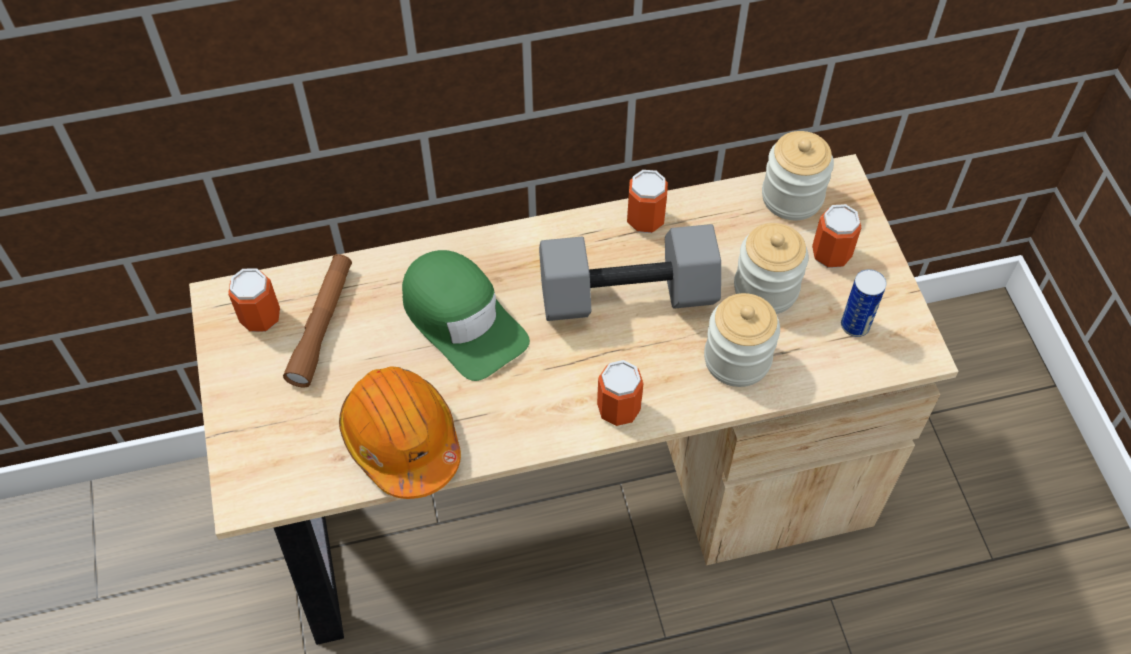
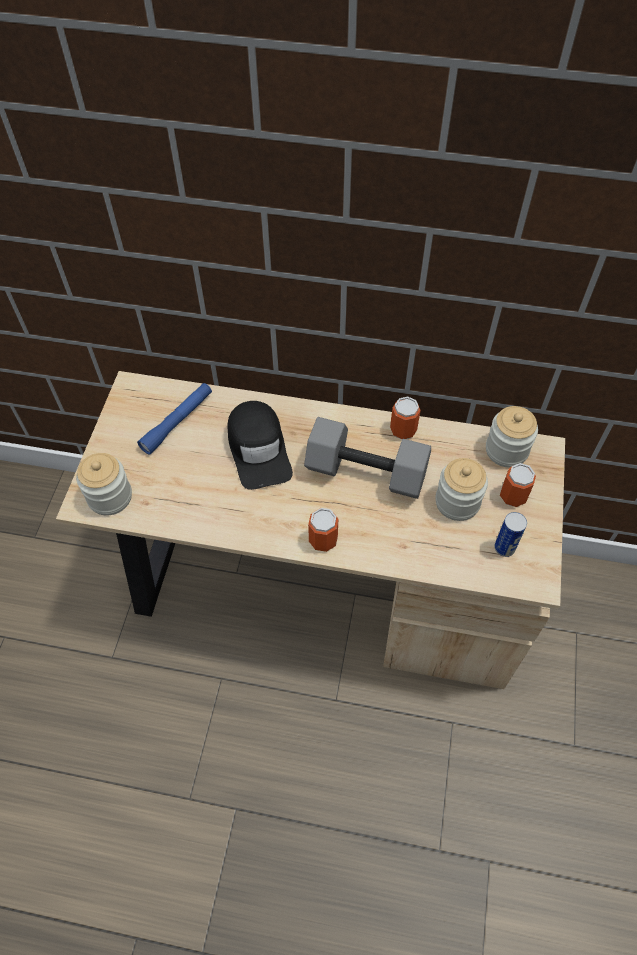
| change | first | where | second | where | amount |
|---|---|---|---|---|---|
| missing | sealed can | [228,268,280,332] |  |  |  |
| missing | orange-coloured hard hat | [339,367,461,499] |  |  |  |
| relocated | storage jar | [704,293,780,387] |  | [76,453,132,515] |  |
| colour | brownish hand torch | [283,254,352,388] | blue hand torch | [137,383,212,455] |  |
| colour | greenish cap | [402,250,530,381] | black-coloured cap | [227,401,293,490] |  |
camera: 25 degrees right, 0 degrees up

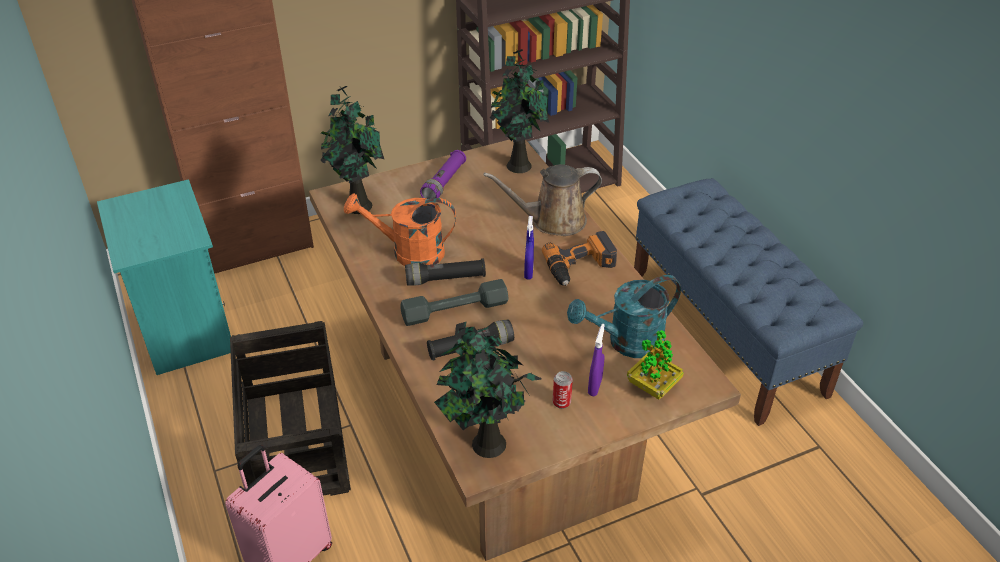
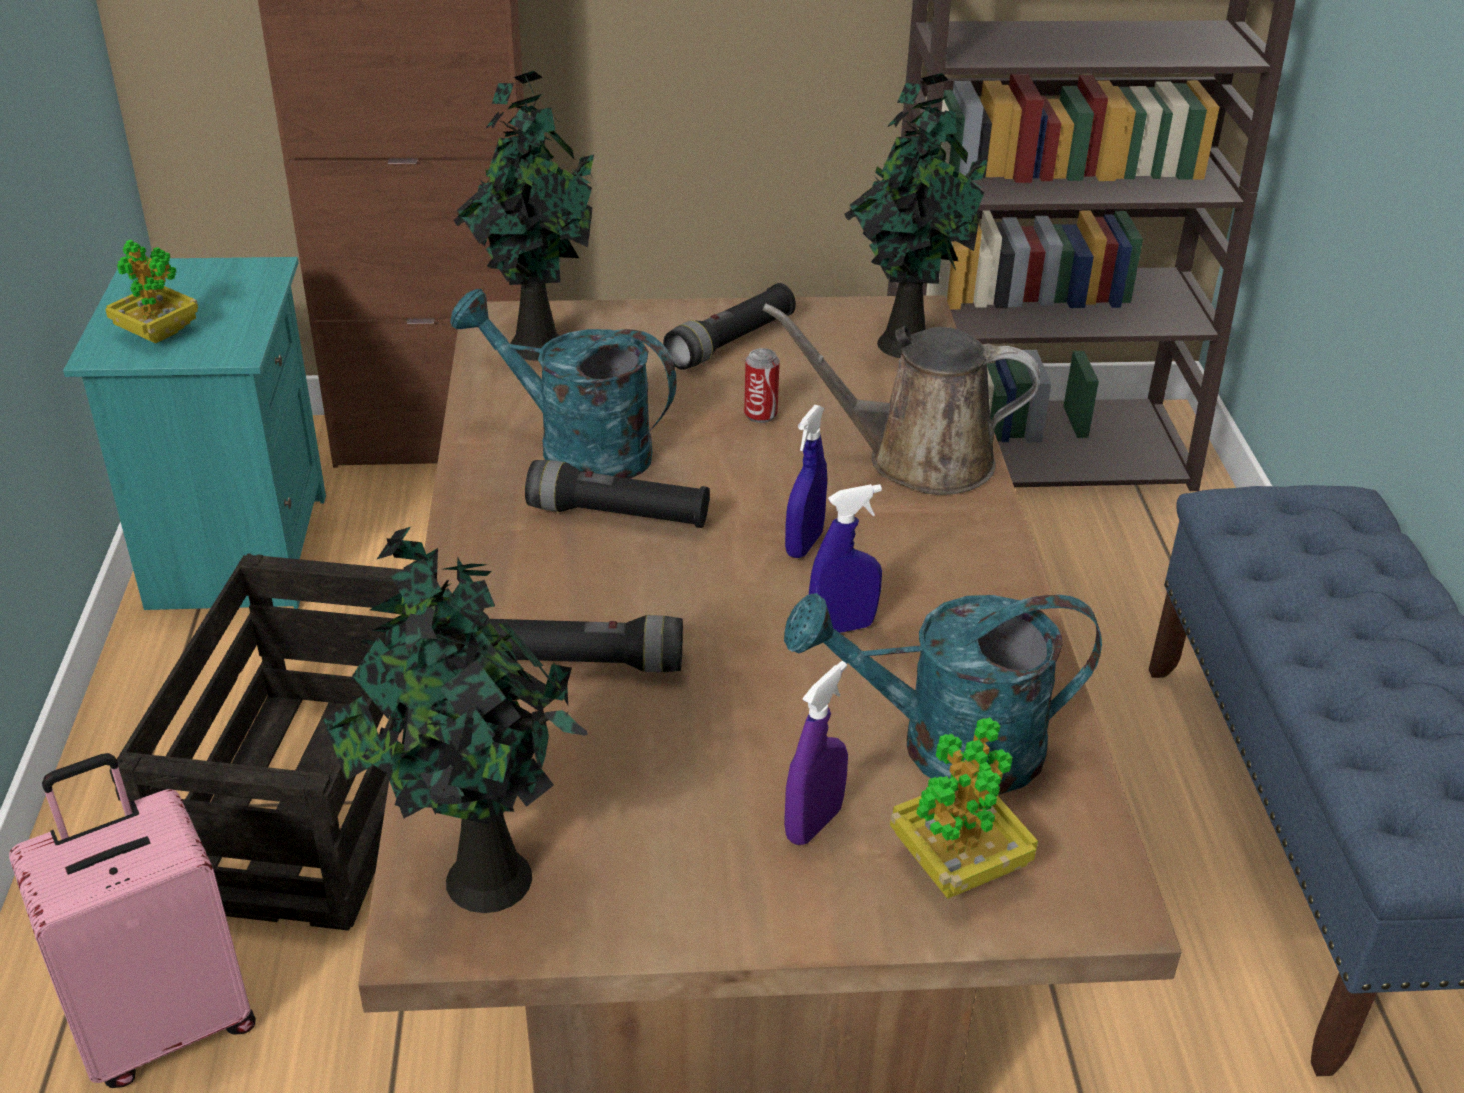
| change | first | where | second | where | amount |
|---|---|---|---|---|---|
| missing | grey free weight | [400,279,509,326] |  |  |  |
| missing | electric drill | [542,231,617,286] |  |  |  |
| appeared |  |  | houseplant | [105,240,198,343] |  |
| appeared |  |  | blue hand sprayer | [809,484,882,633] |  |
| relocated | sealed can | [553,371,573,409] |  | [744,348,780,423] |  |
| colour | orange-coloured watering pot | [344,193,456,266] | turquoise-coloured watering pot | [450,289,677,479] |  |
| colour | purple-coloured hand torch | [420,150,466,199] | black-coloured hand torch | [663,283,796,370] |  |
camera: 20 degrees right, 5 degrees down

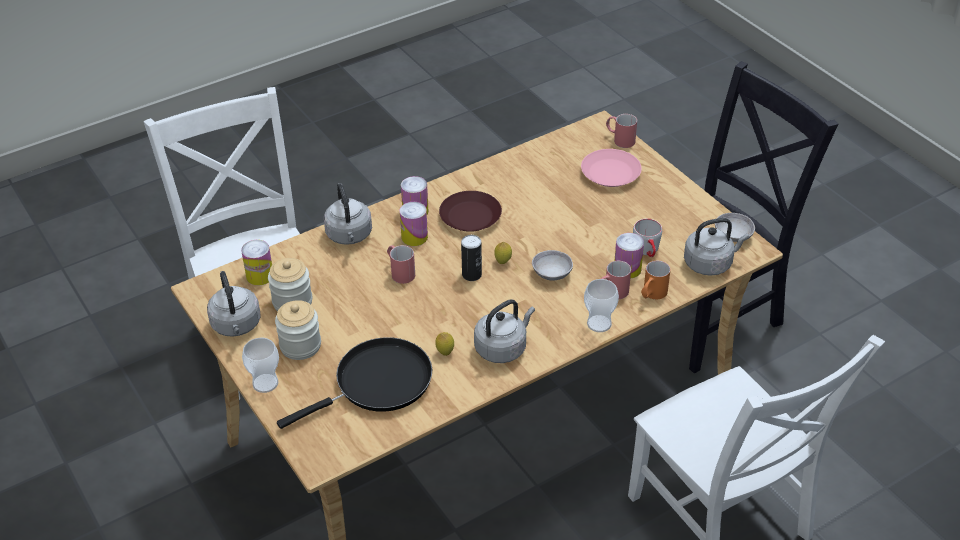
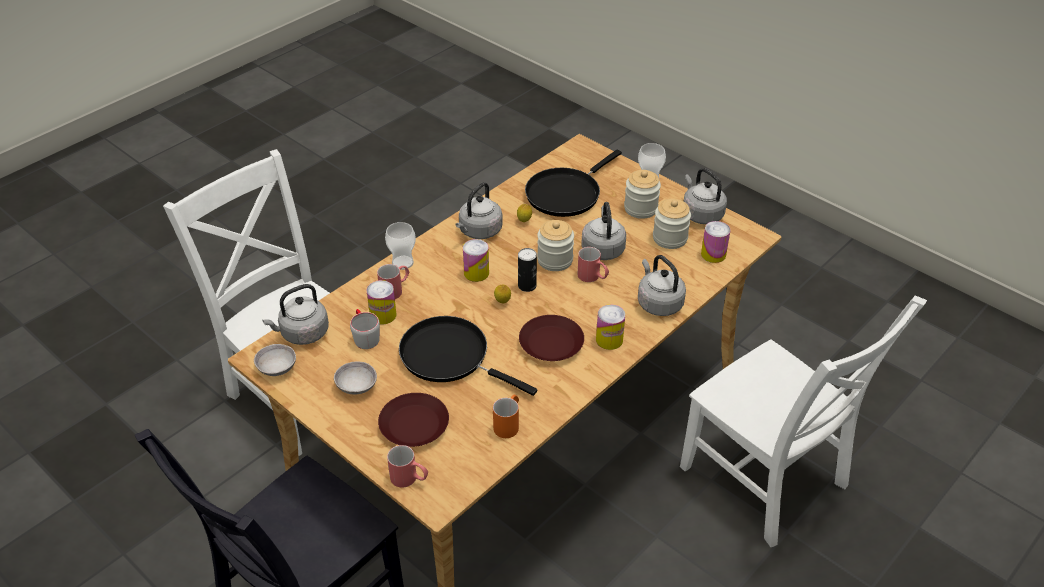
| change | first | where | second | where | amount |
|---|---|---|---|---|---|
| appeared |  |  | black-coloured pan | [399,316,537,396] |  |
| appeared |  |  | storage jar | [537,220,574,271] |  |
| appeared |  |  | grey water kettle | [581,202,626,260] |  |
| relocated | sealed can | [400,202,428,246] |  | [463,239,489,282] |  |
| relocated | grey deep dish | [532,250,573,281] |  | [334,361,377,394] |  |
| relocated | orange-coloured mug | [641,261,670,299] |  | [493,395,519,438] |  |
| colour | pink-coloured dinner plate | [581,149,642,187] | brownish dinner plate | [378,393,449,447] |  |
camera: 165 degrees right, 0 degrees up

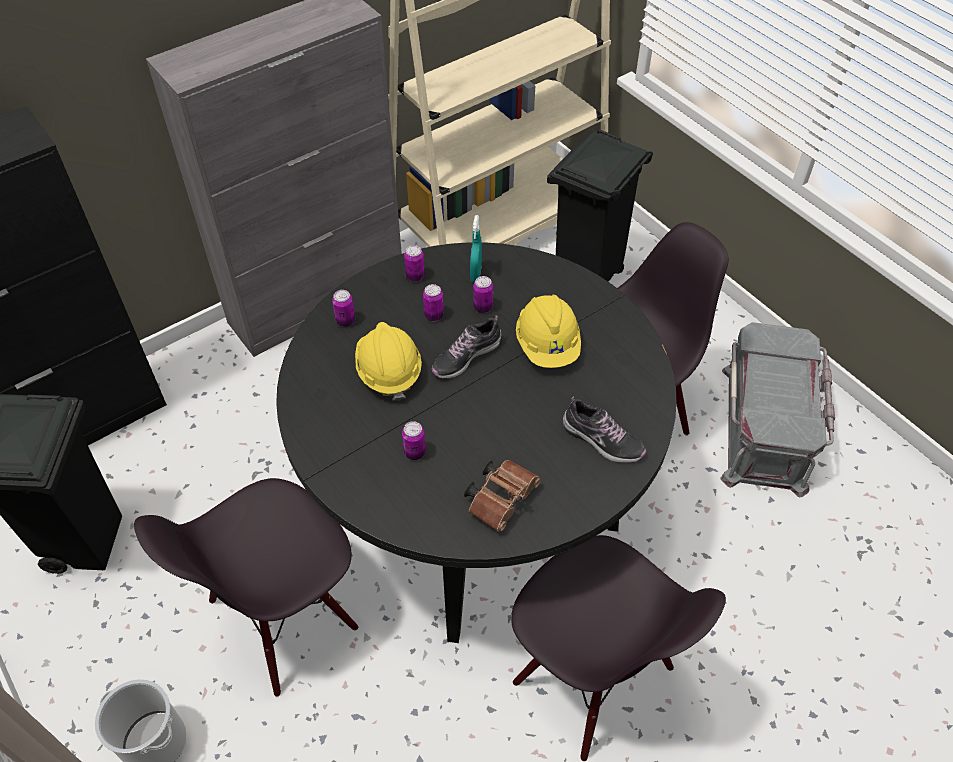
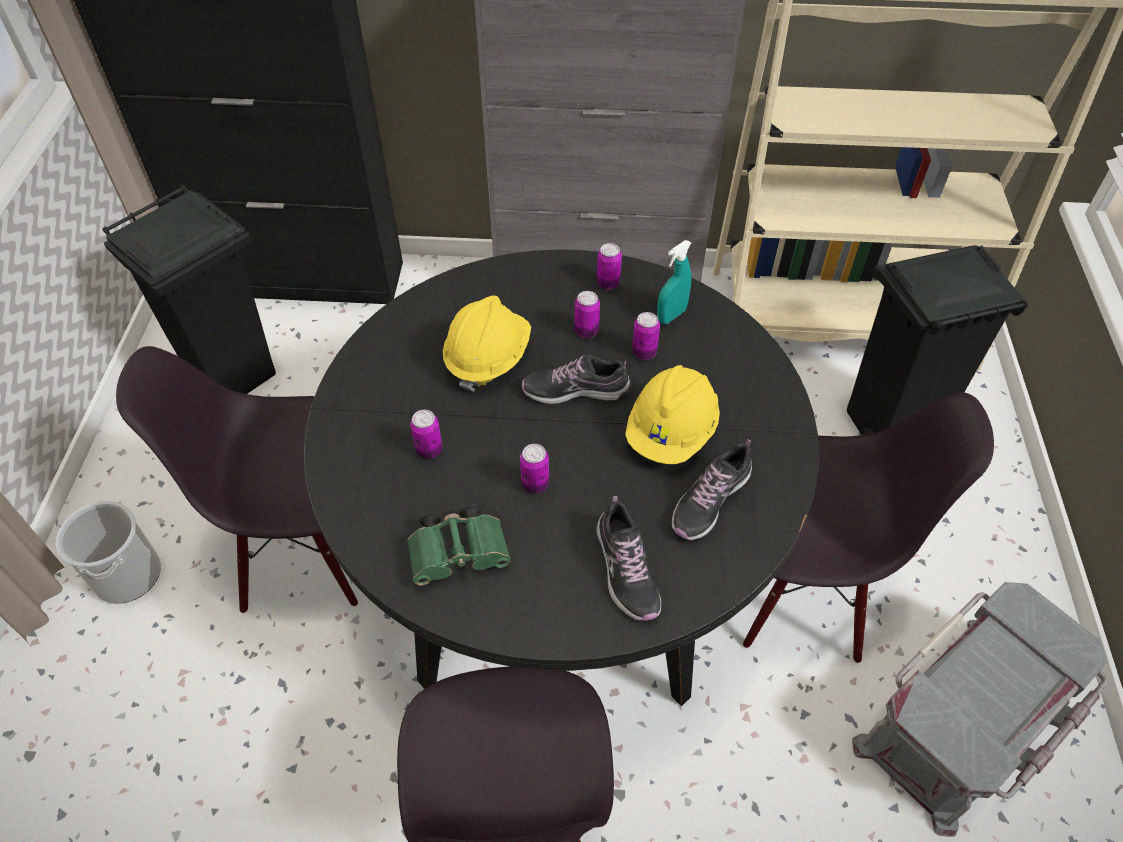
| change | first | where | second | where | amount |
|---|---|---|---|---|---|
| appeared |  |  | low shoe | [672,439,752,540] |  |
| relocated | sealed can | [332,290,355,327] |  | [520,444,549,494] |  |
| colour | brownish binoculars | [464,460,541,532] | greenish binoculars | [408,504,511,586] |  |
camera: 40 degrees right, 0 degrees up

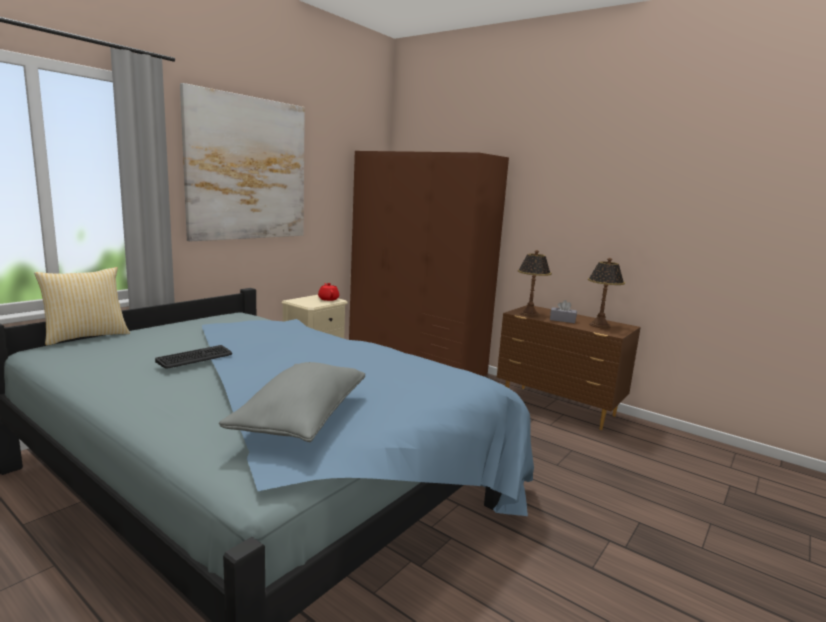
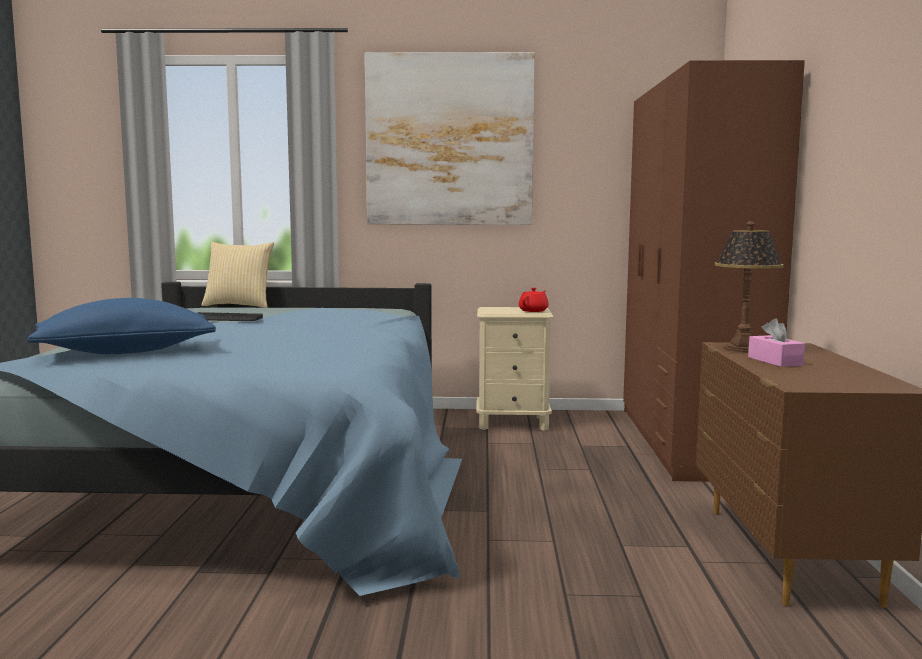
| change | first | where | second | where | amount |
|---|---|---|---|---|---|
| missing | lamp for a table | [588,258,625,329] |  |  |  |
| colour | grey pillow | [219,362,365,442] | blue pillow | [28,298,216,354] |  |
| colour | grey tissue holder | [550,300,577,323] | pink-coloured tissue holder | [748,318,805,367] |  |
camera: 55 degrees right, 5 degrees down

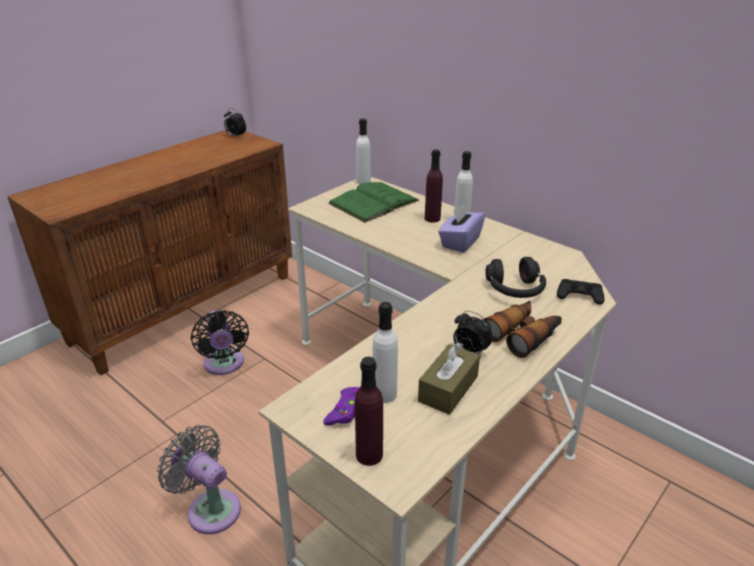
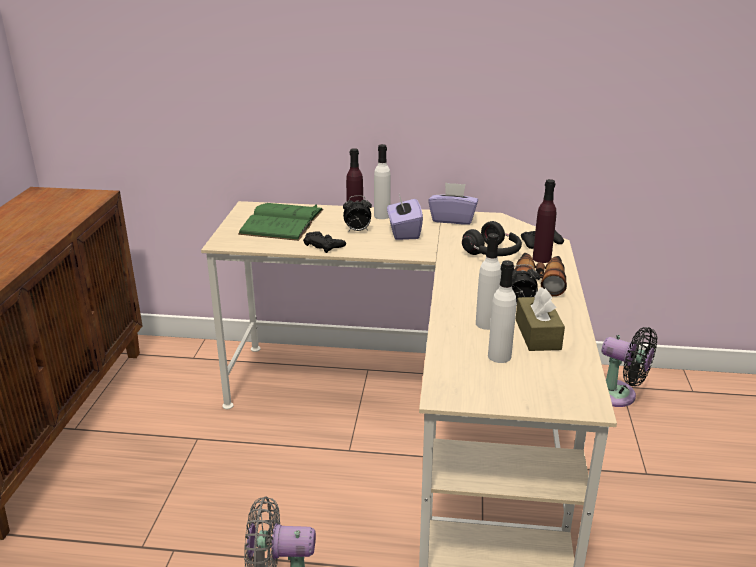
| change | first | where | second | where | amount |
|---|---|---|---|---|---|
| missing | purple-coloured game controller | [323,387,359,426] |  |  |  |
| appeared |  |  | black-coloured game controller | [303,231,346,253] |  |
| appeared |  |  | purple-coloured tissue holder | [428,182,478,225] |  |
| relocated | black-coloured cooling fan | [191,310,249,375] |  | [602,327,657,407] |  |
| relocated | bedside clock | [224,108,246,137] |  | [343,195,372,232] |  |
| relocated | purple-coloured bottle | [355,357,383,466] |  | [533,179,556,263] |  |
| relocated | white bottle | [356,119,371,184] |  | [476,233,501,330] |  |
camera: 35 degrees left, 5 degrees down

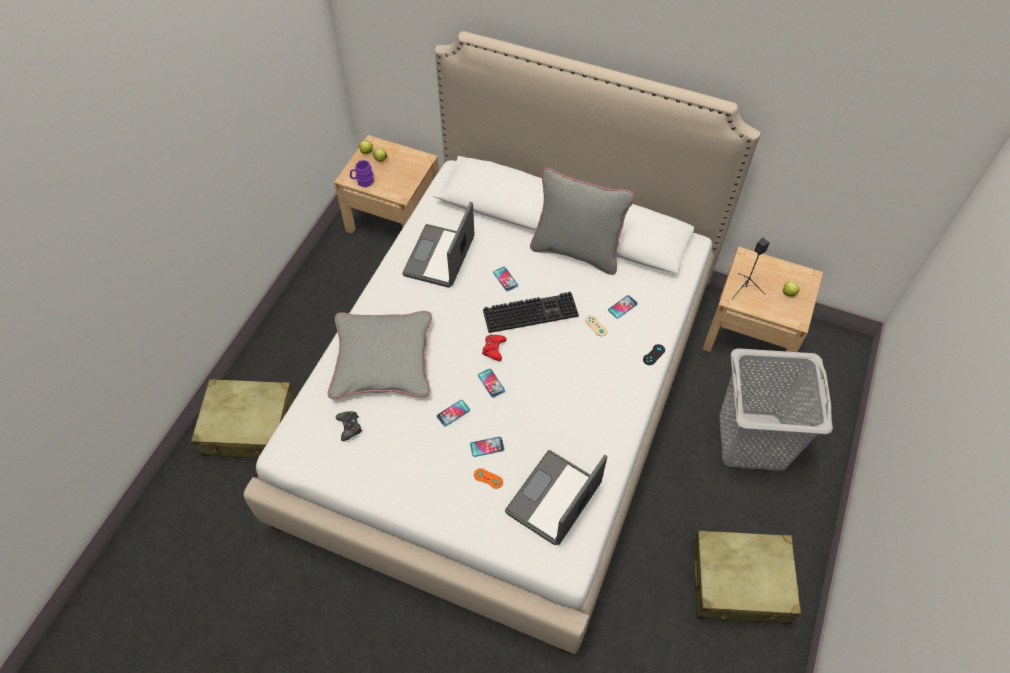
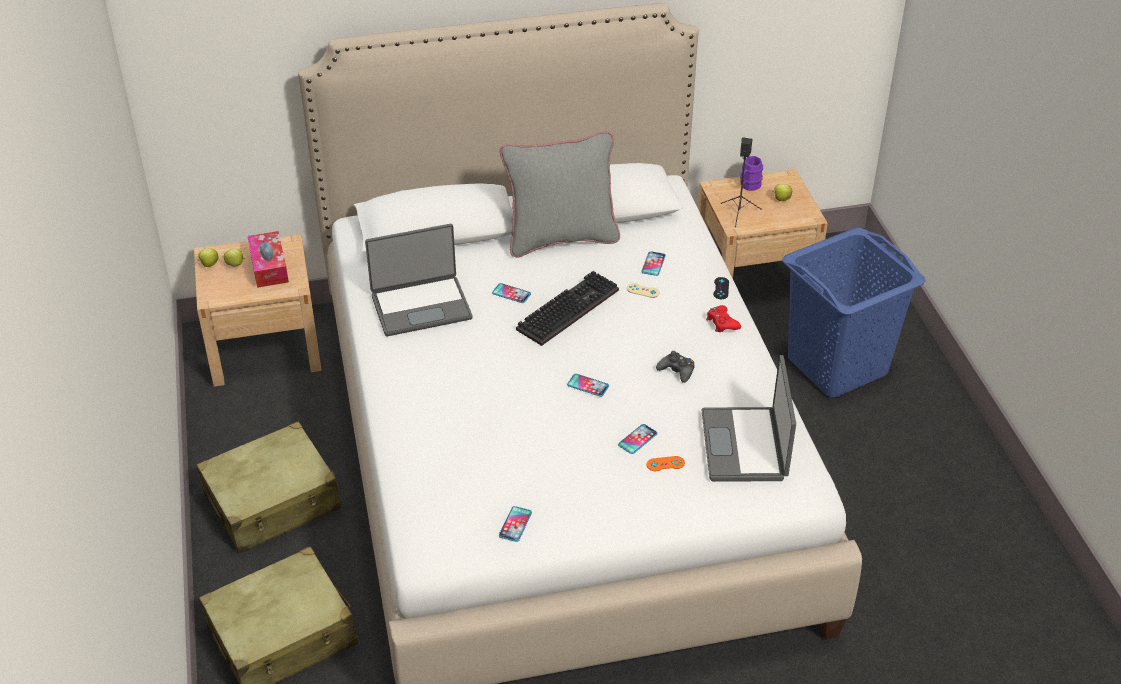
| change | first | where | second | where | amount |
|---|---|---|---|---|---|
| missing | grey pillow | [328,311,432,399] |  |  |  |
| appeared |  |  | tissue holder | [248,231,289,288] |  |
| relocated | black-coloured game controller | [336,411,362,441] |  | [656,351,694,383] |  |
| relocated | purple-coloured mug | [350,160,374,187] |  | [740,156,763,191] |  |
| relocated | telephone | [437,400,470,427] |  | [499,506,532,542] |  |
| relocated | reddish game controller | [482,334,507,361] |  | [706,305,741,332] |  |
| relocated | sand-coloured travel case | [692,531,801,624] |  | [196,422,341,554] |  |
| colour | grey laundry basket | [719,348,833,471] | blue laundry basket | [782,228,926,397] |  |
| spun | laptop | [402,202,475,288] |  | [365,224,473,336] | 90 degrees counterclockwise |
camera: 35 degrees left, 15 degrees down

